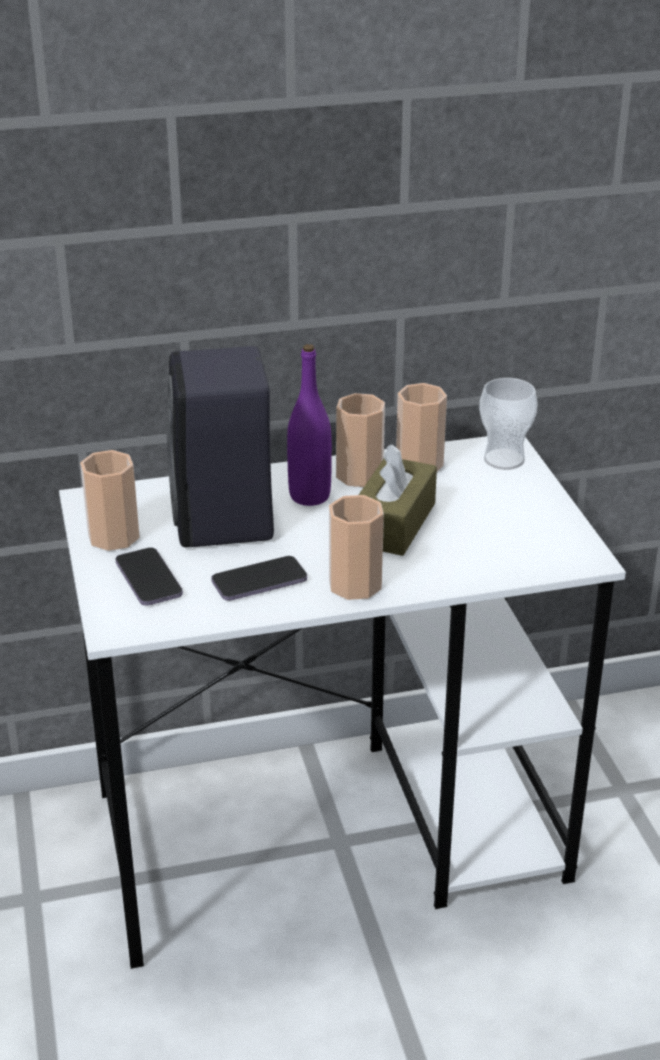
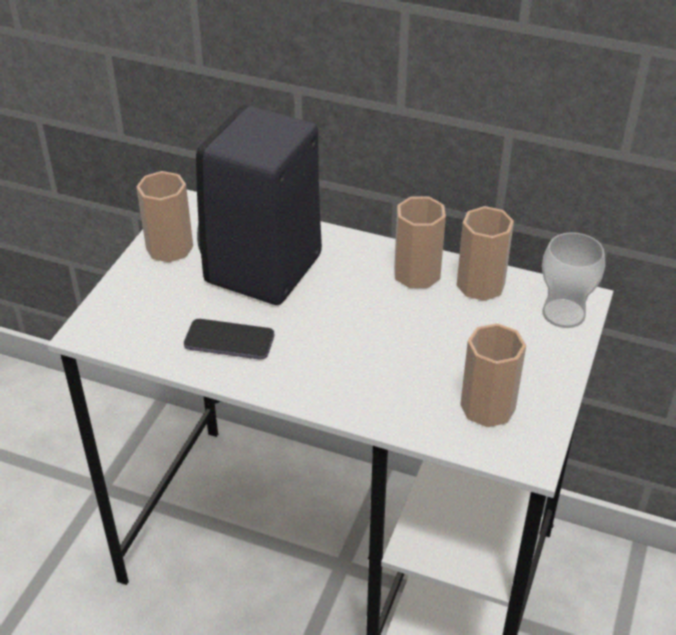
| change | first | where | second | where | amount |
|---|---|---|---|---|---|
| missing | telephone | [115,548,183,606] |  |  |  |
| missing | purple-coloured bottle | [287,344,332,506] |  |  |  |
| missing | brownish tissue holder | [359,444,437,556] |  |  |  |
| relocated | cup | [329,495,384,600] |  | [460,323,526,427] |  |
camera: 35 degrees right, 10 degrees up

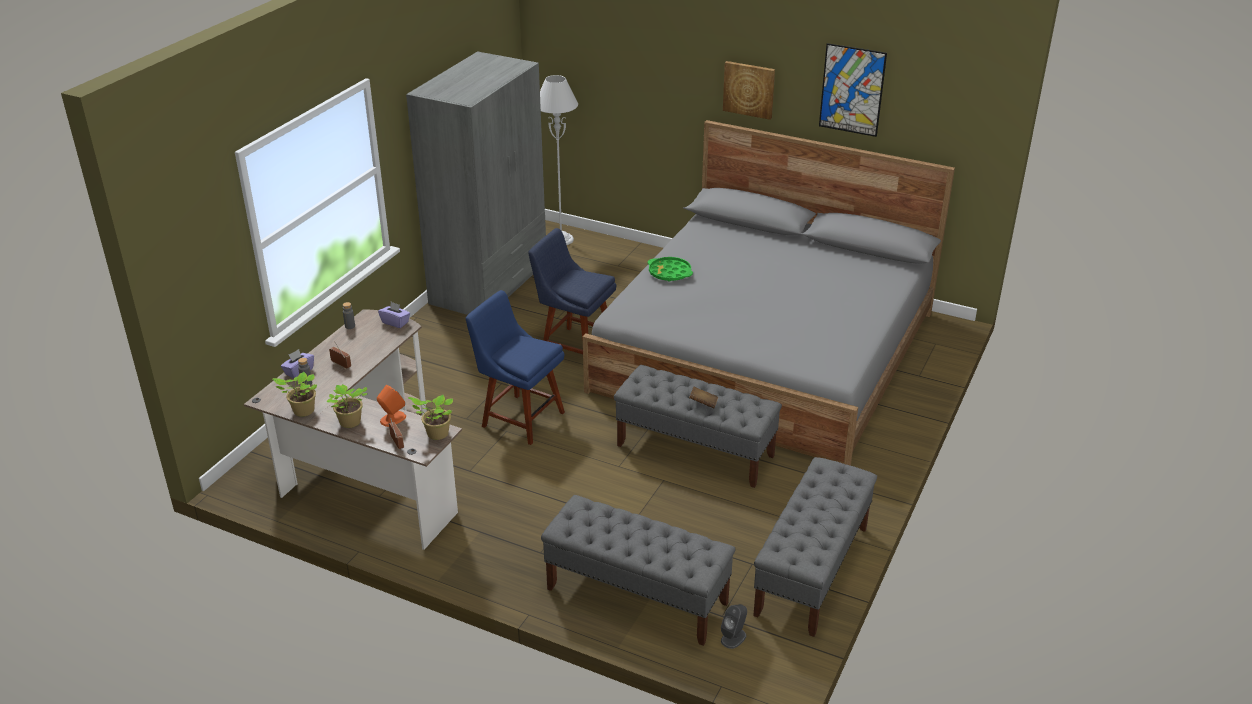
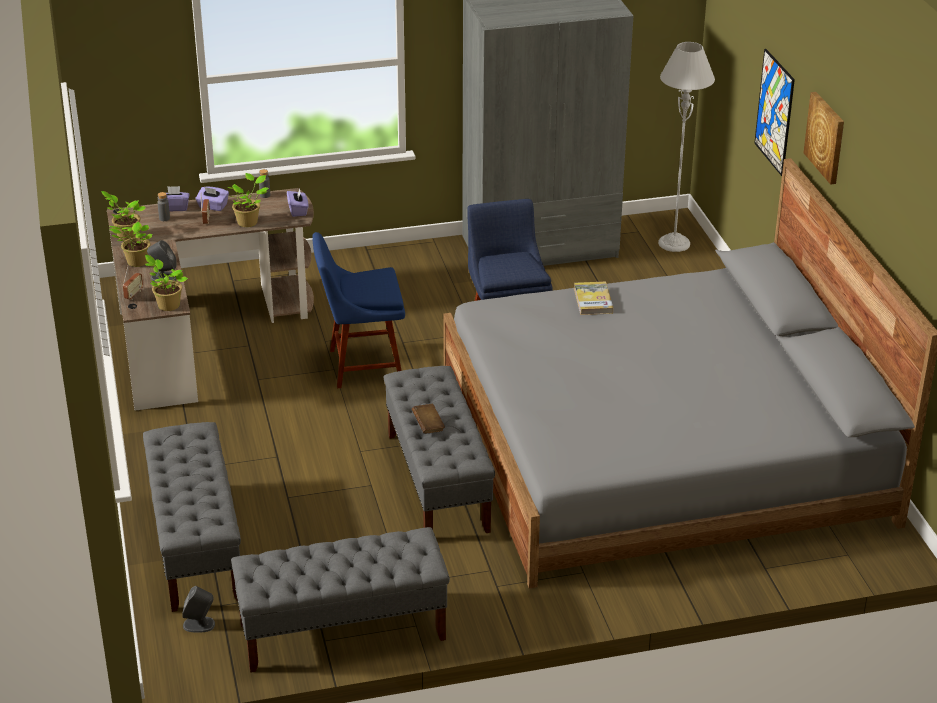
| change | first | where | second | where | amount |
|---|---|---|---|---|---|
| appeared |  |  | purple-coloured tissue holder | [195,187,229,211] |  |
| appeared |  |  | houseplant | [227,173,269,227] |  |
| relocated | wall art | [819,43,887,137] |  | [754,49,795,176] |  |
| exchanged | greenish carrying tray | [648,257,693,281] | volume | [574,282,613,315] |  |
| colour | orange-coloured loudspeaker | [377,385,406,427] | grey loudspeaker | [147,240,177,282] |  |
| spun | blue chair | [466,290,565,445] |  | [312,232,405,388] | 90 degrees counterclockwise |
camera: 50 degrees right, 0 degrees up

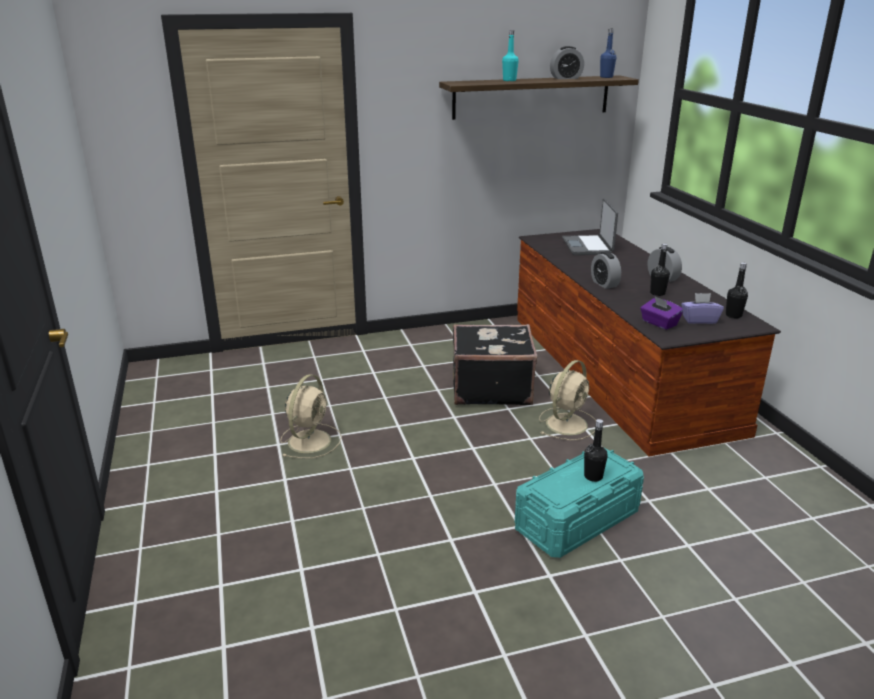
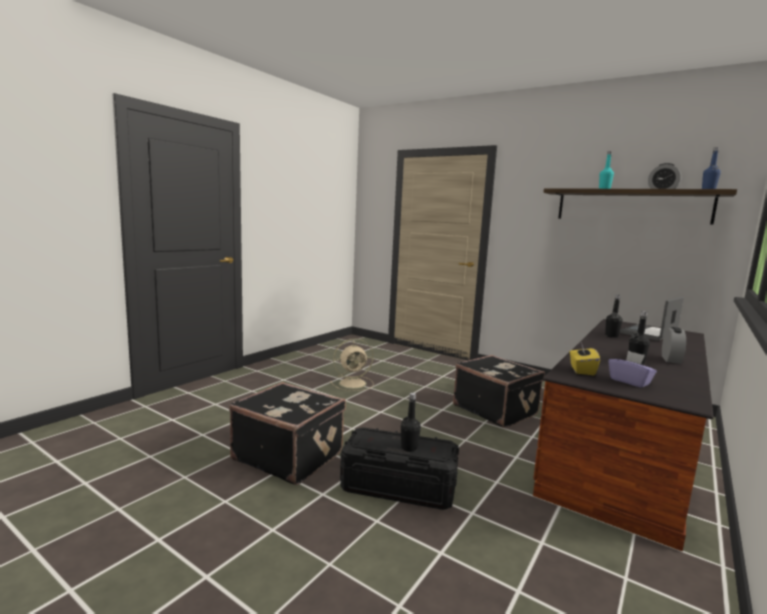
| change | first | where | second | where | amount |
|---|---|---|---|---|---|
| missing | sand-coloured cooling fan | [539,360,596,440] |  |  |  |
| missing | bedside clock | [591,252,621,289] |  |  |  |
| appeared |  |  | black-coloured travel case | [229,382,346,485] |  |
| relocated | black-coloured bottle | [726,262,748,318] |  | [605,294,623,338] |  |
| colour | turquoise-coloured storage box | [515,448,644,558] | black-coloured storage box | [340,427,459,510] |  |
| colour | purple-coloured tissue holder | [640,296,683,330] | yellow-coloured tissue holder | [569,343,600,375] |  |
camera: 50 degrees right, 15 degrees down

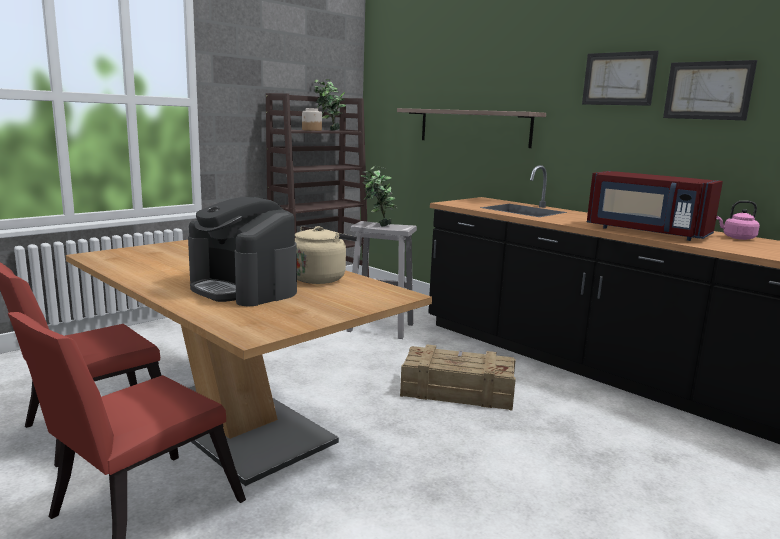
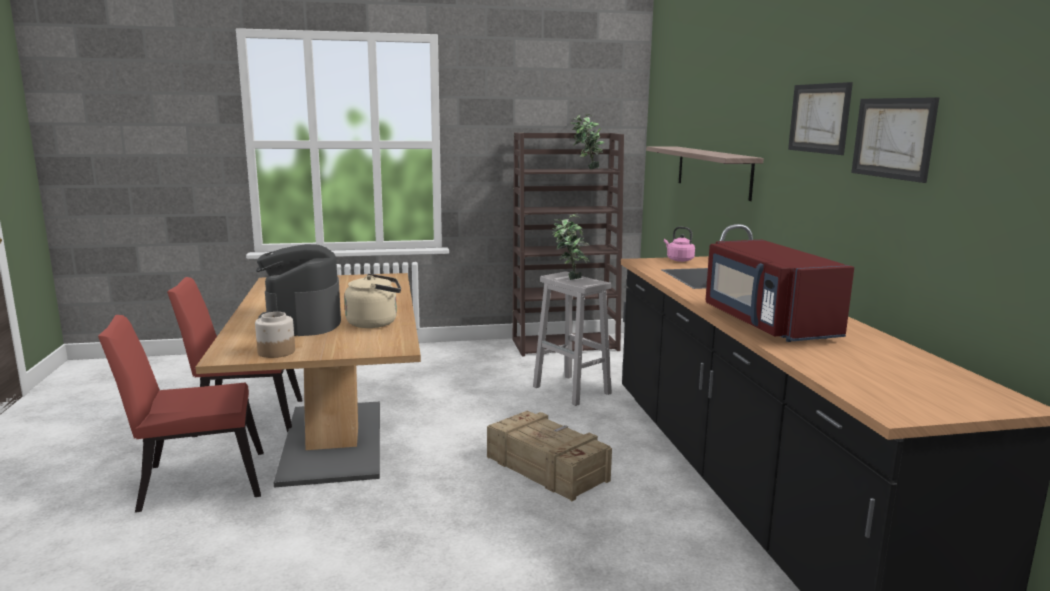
| change | first | where | second | where | amount |
|---|---|---|---|---|---|
| relocated | storage jar | [302,108,322,131] |  | [255,312,295,358] |  |
| relocated | pink-coloured water kettle | [716,201,760,240] |  | [664,227,695,262] |  |
camera: 35 degrees right, 0 degrees up

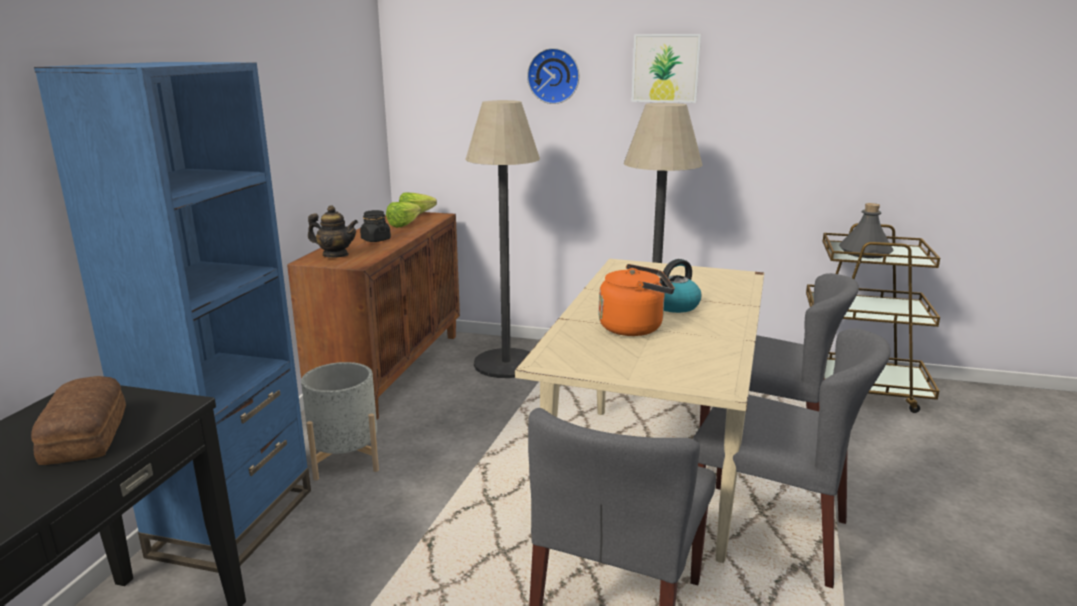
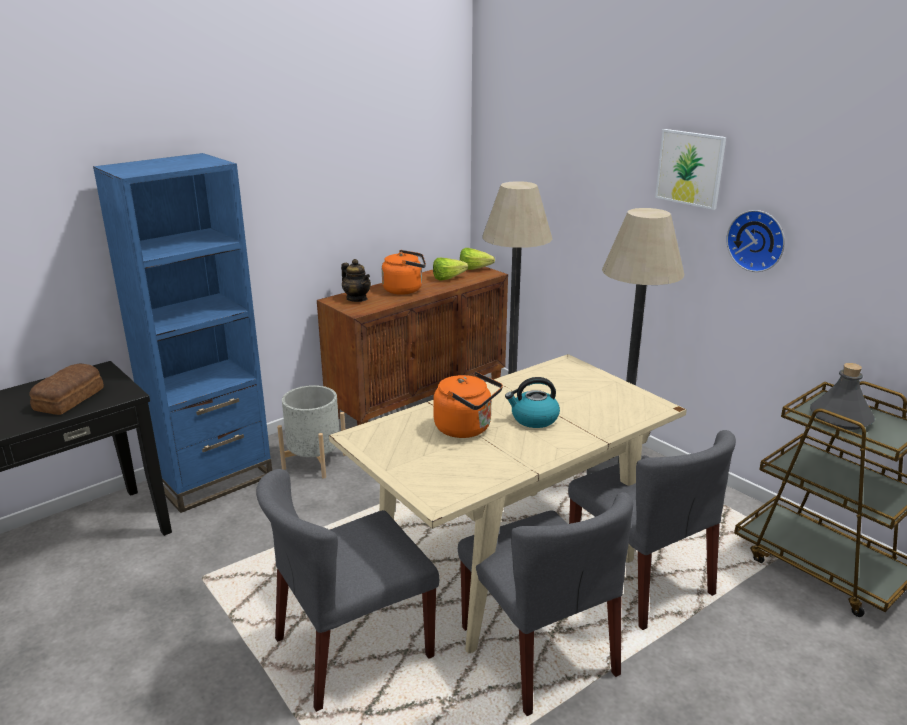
| change | first | where | second | where | amount |
|---|---|---|---|---|---|
| relocated | clock on the wall | [527,48,579,104] |  | [726,210,785,272] |  |
| exchanged | black-coloured storage jar | [360,210,391,242] | orange-coloured water kettle | [382,250,426,295] |  |
camera: 35 degrees right, 5 degrees up

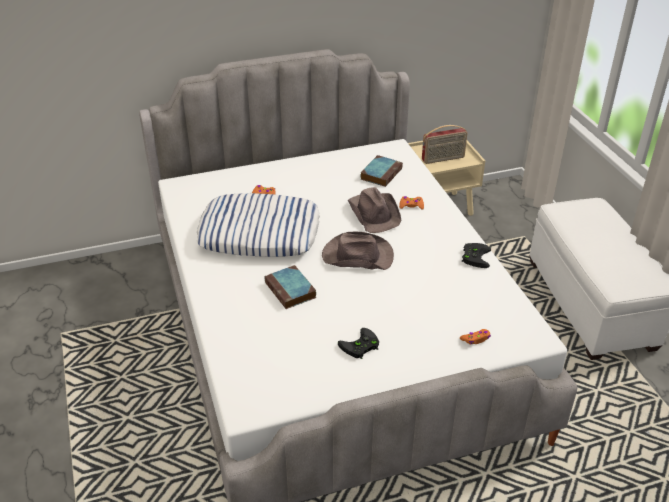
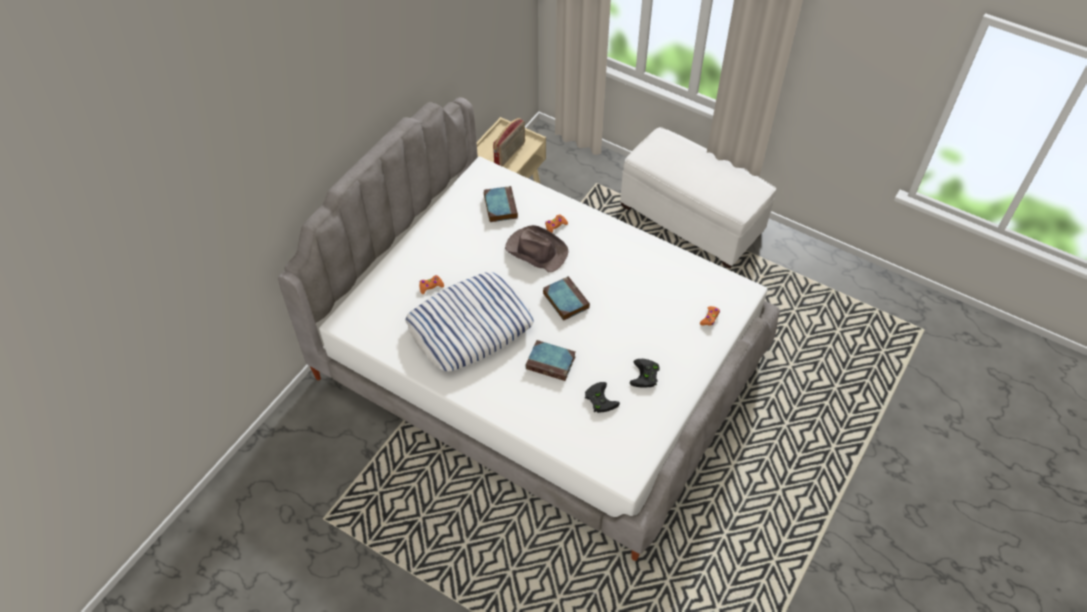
| change | first | where | second | where | amount |
|---|---|---|---|---|---|
| relocated | black-coloured game controller | [462,243,491,268] |  | [585,382,620,413] |  |
| exchanged | brownish wearable hat | [322,232,394,270] | volume | [543,276,590,321] |  |
camera: 40 degrees left, 15 degrees up

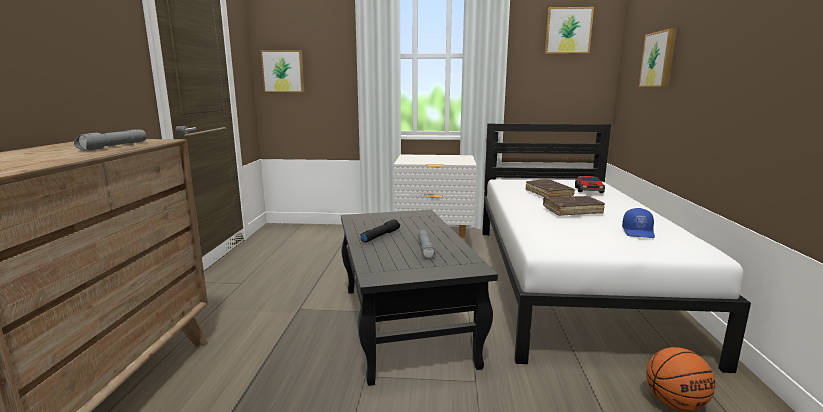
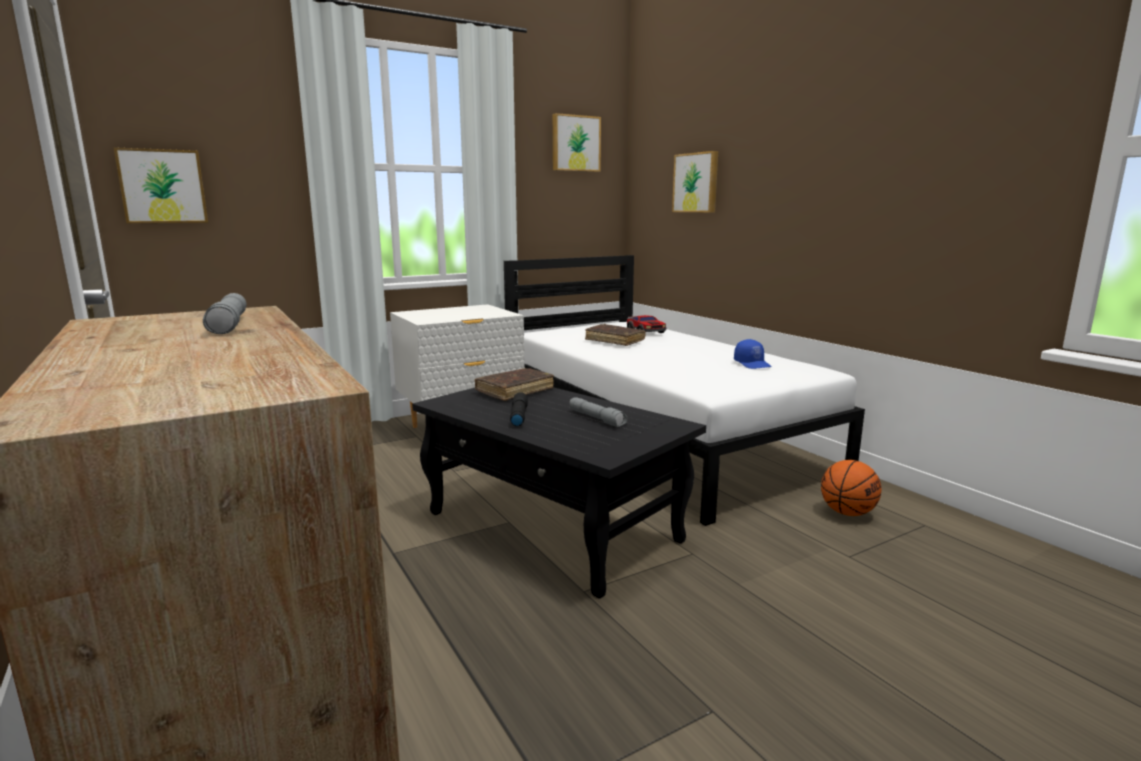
| change | first | where | second | where | amount |
|---|---|---|---|---|---|
| relocated | brownish volume | [543,196,605,216] |  | [475,368,554,401] |  |
camera: 35 degrees left, 0 degrees up

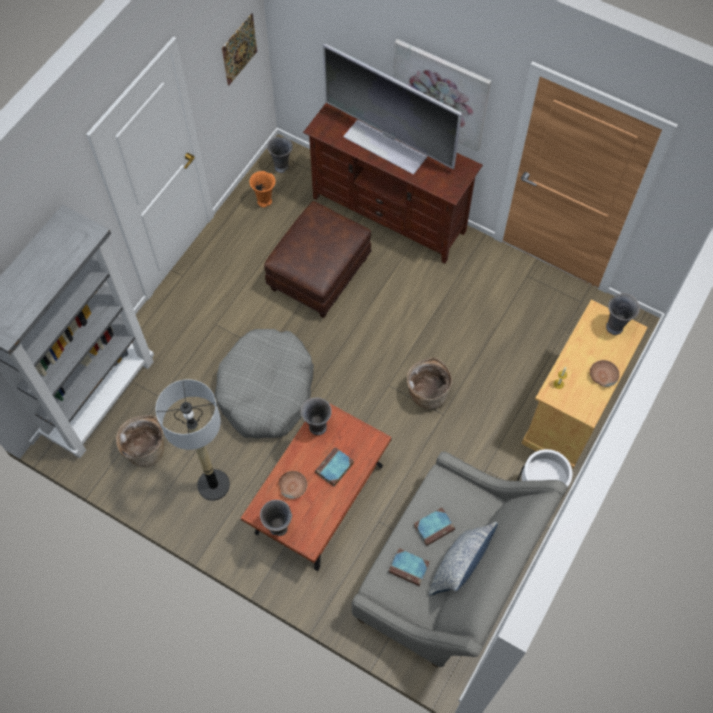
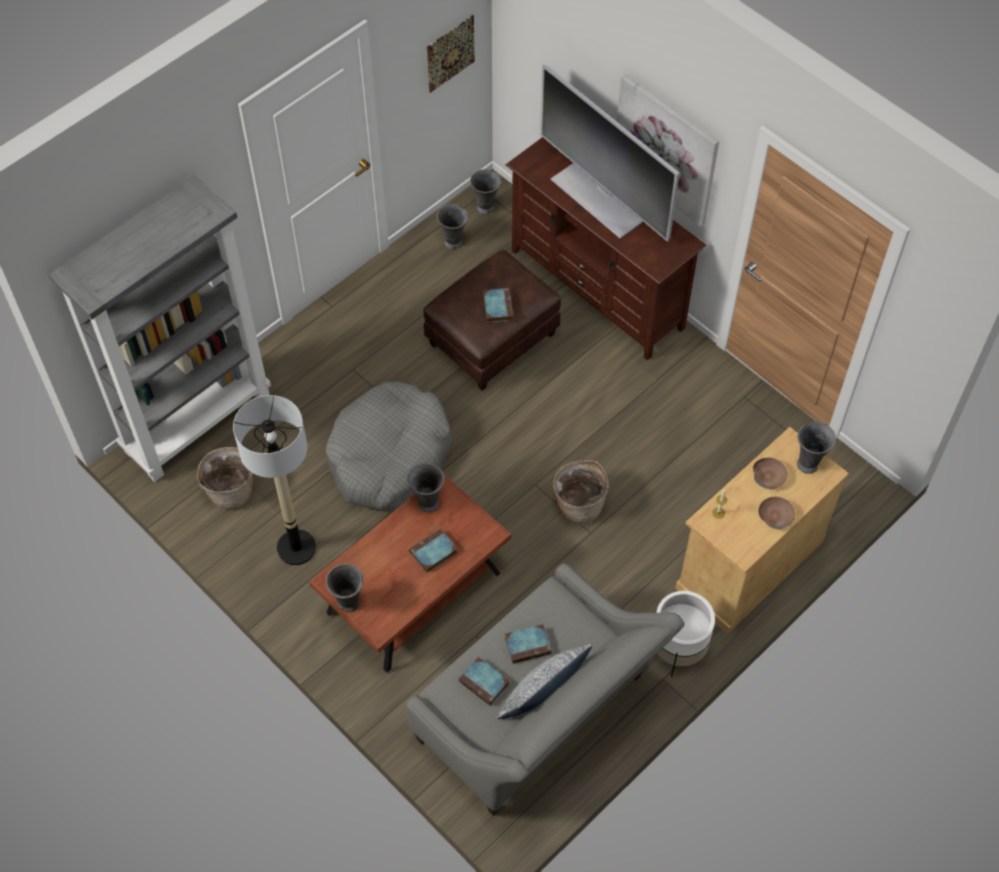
| change | first | where | second | where | amount |
|---|---|---|---|---|---|
| appeared |  |  | volume | [483,288,514,323] |  |
| relocated | brownish deep dish | [278,471,307,499] |  | [753,458,788,489] |  |
| colour | orange-coloured vase | [249,171,276,207] | grey vase | [437,204,468,250] |  |
camera: 15 degrees right, 5 degrees down

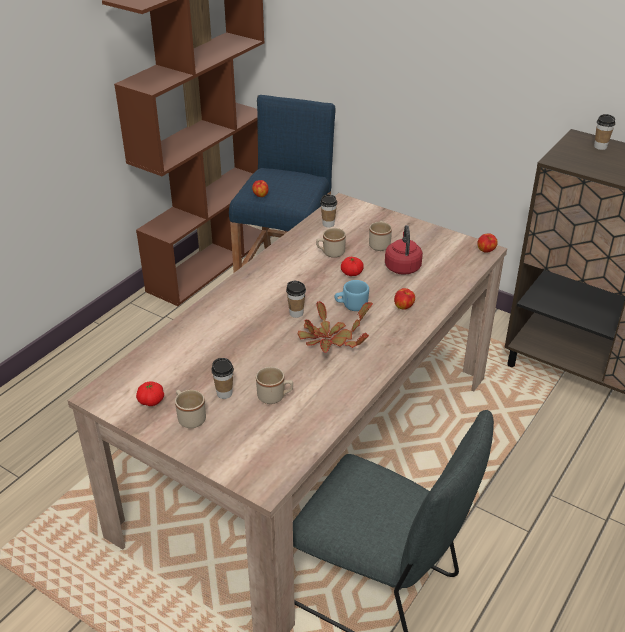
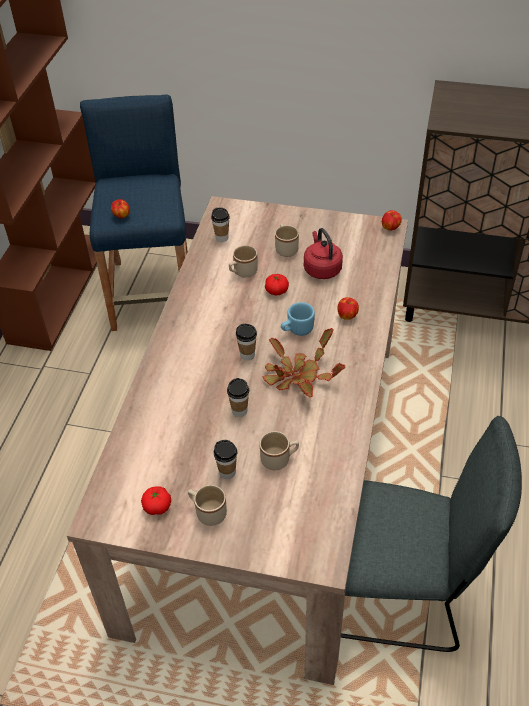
| change | first | where | second | where | amount |
|---|---|---|---|---|---|
| relocated | cup | [594,114,615,150] |  | [227,378,249,417] |  |
camera: 20 degrees left, 10 degrees up

